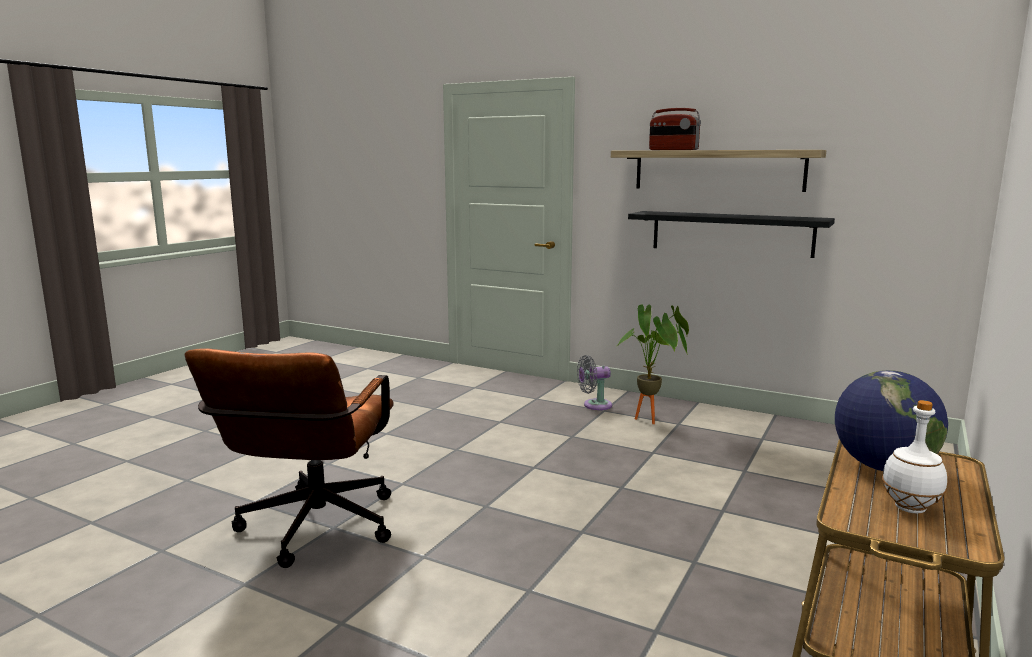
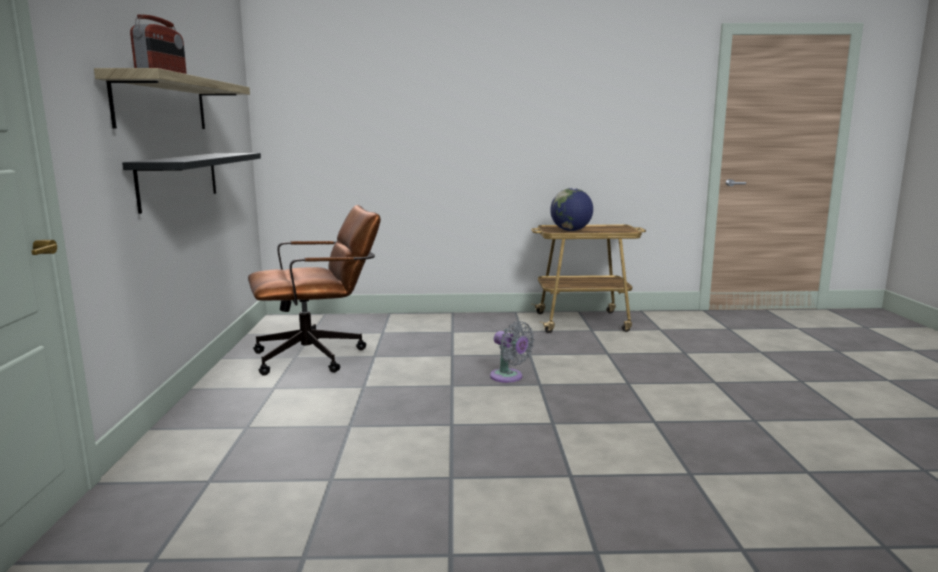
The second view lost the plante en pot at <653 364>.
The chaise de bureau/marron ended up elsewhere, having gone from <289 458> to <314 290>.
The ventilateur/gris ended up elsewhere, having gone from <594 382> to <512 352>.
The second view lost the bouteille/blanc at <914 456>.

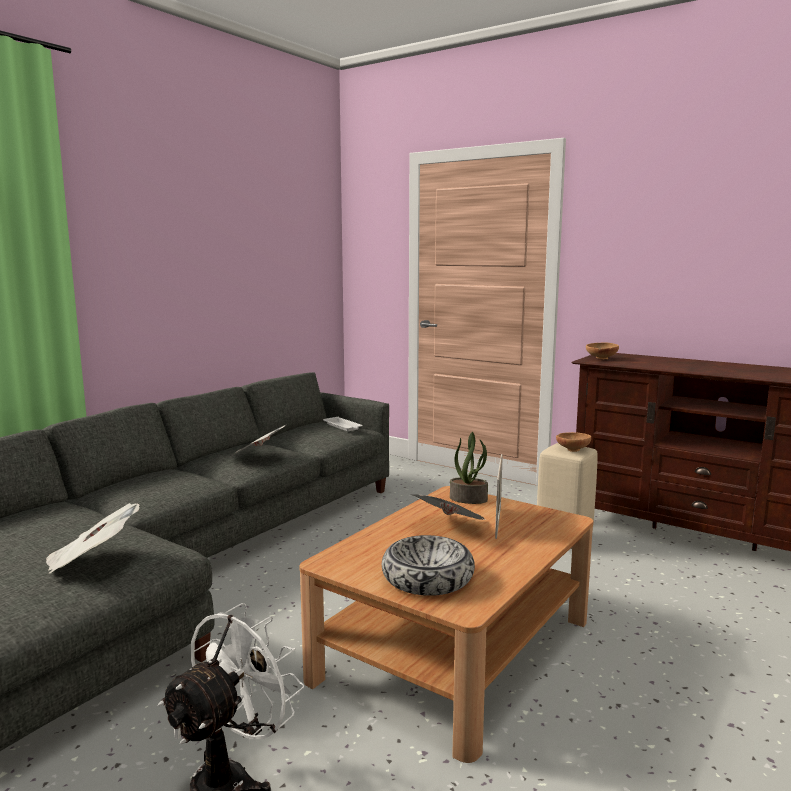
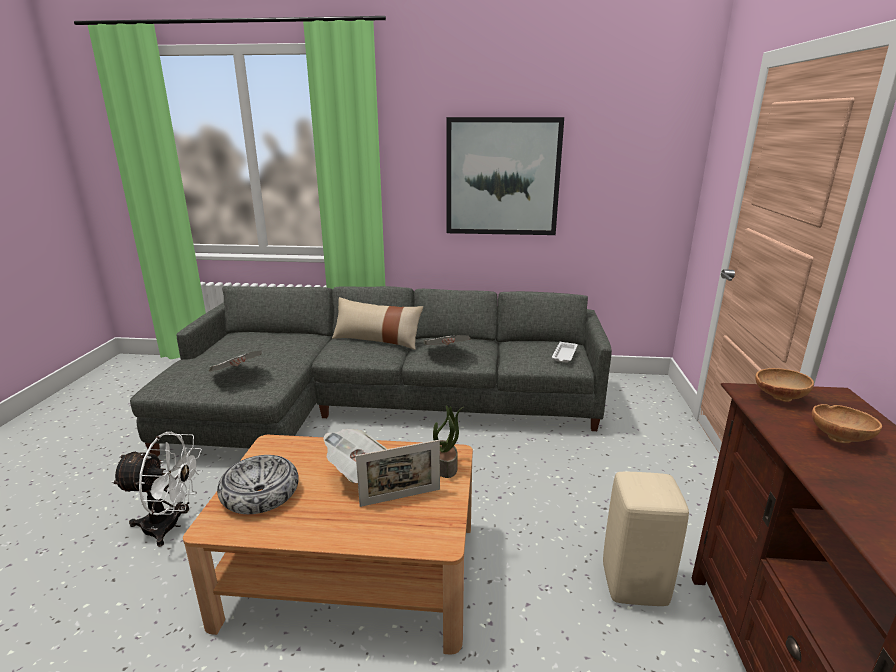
The bol/marron ended up elsewhere, having gone from <573 442> to <847 423>.
The second view gained the tableau at <505 176>.
The second view gained the coussin/beige at <377 323>.

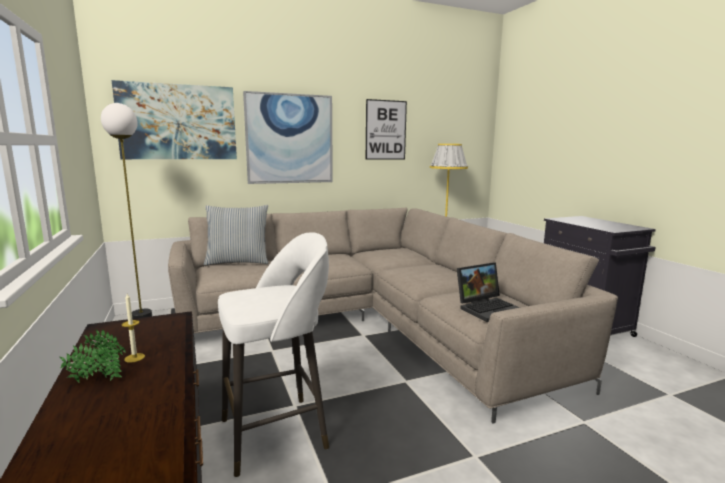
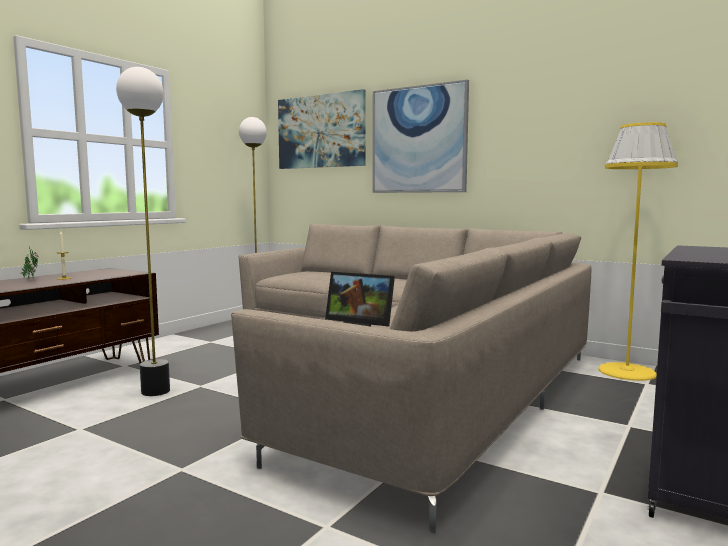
The second view lost the tableau at <386 129>.
The second view lost the coussin at <236 235>.
Where the tabouret/blanc stood at <273 354>, the lampadaire came to stand at <143 231>.

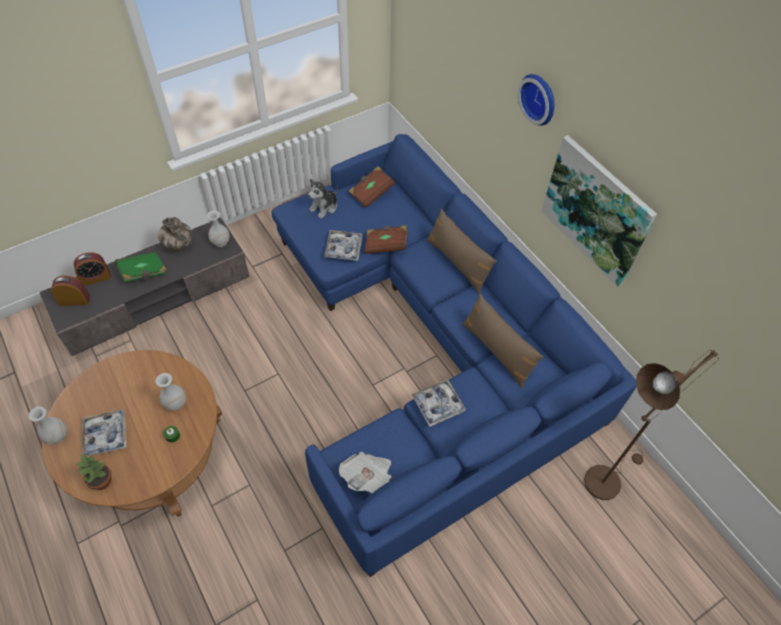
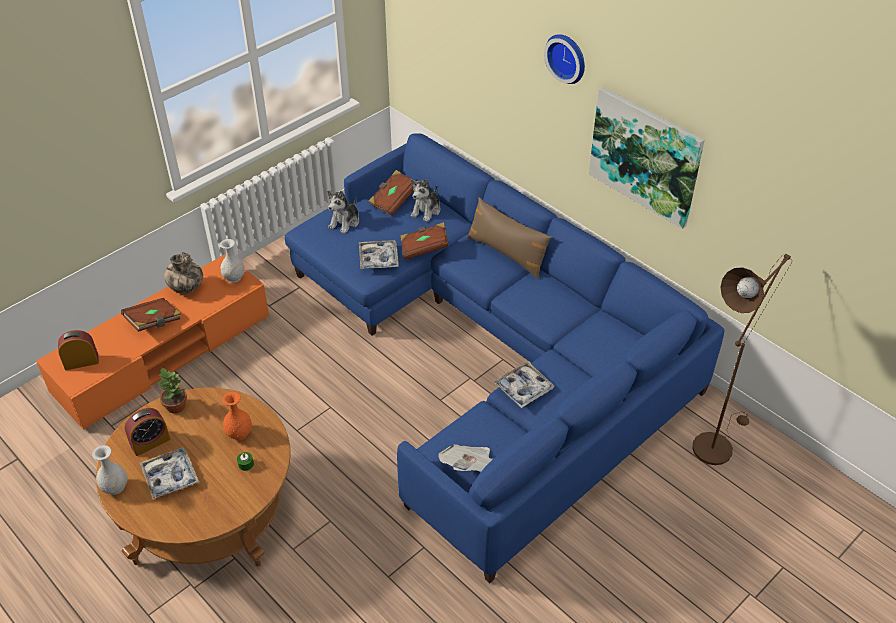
What was the meuble télé/gris at <144 287> turned into the meuble télé/orange at <152 342>.
The réveil ended up elsewhere, having gone from <92 269> to <147 432>.
What was the livre/vert at <141 267> turned into the livre/marron at <151 315>.
The second view lost the coussin/marron at <503 341>.
What was the vase/blanc at <171 392> turned into the vase/orange at <237 416>.
The plante en pot ended up elsewhere, having gone from <93 471> to <172 390>.
The second view gained the peluche at <426 200>.

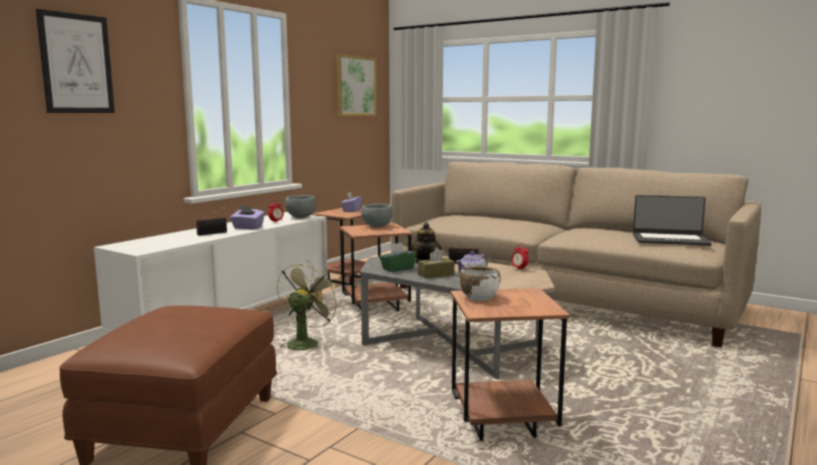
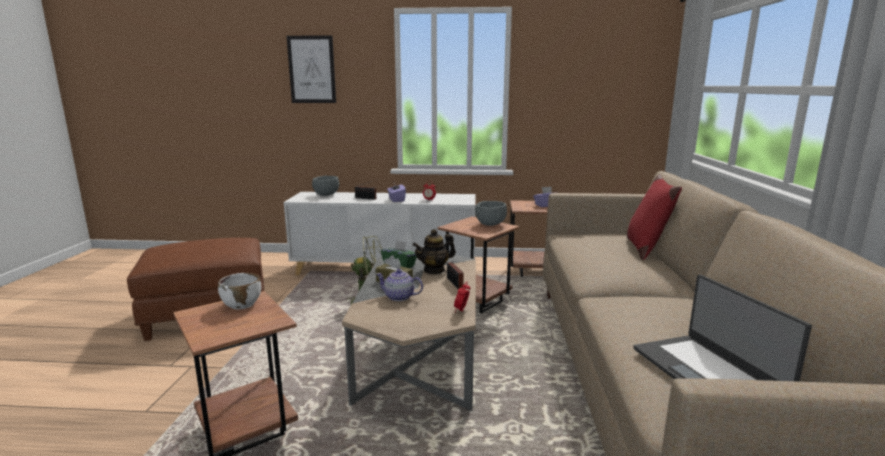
The second view lost the tableau at <356 85>.
The bol/gris ended up elsewhere, having gone from <300 206> to <325 186>.
The second view gained the coussin/rouge at <654 217>.

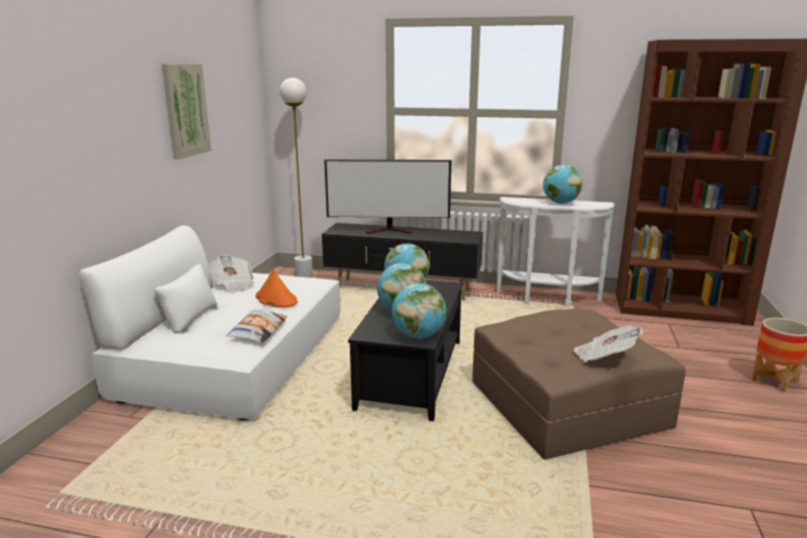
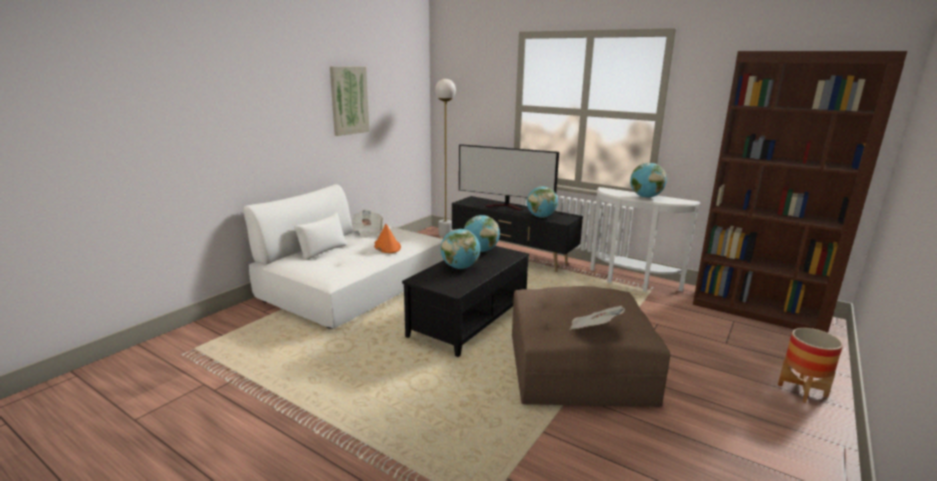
The globe ended up elsewhere, having gone from <419 311> to <542 202>.
The second view lost the coussin at <257 326>.

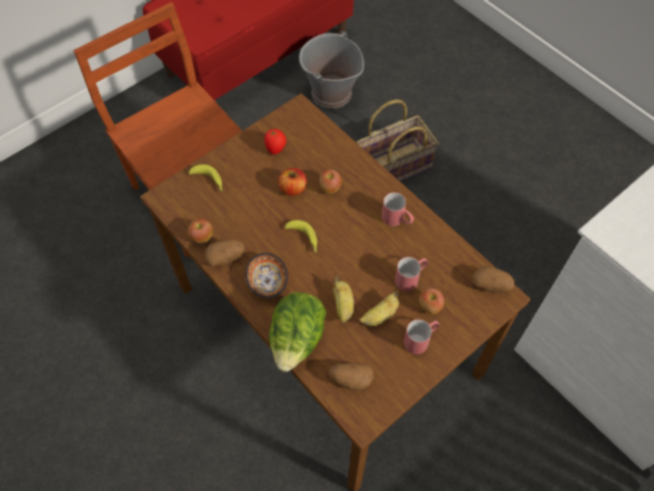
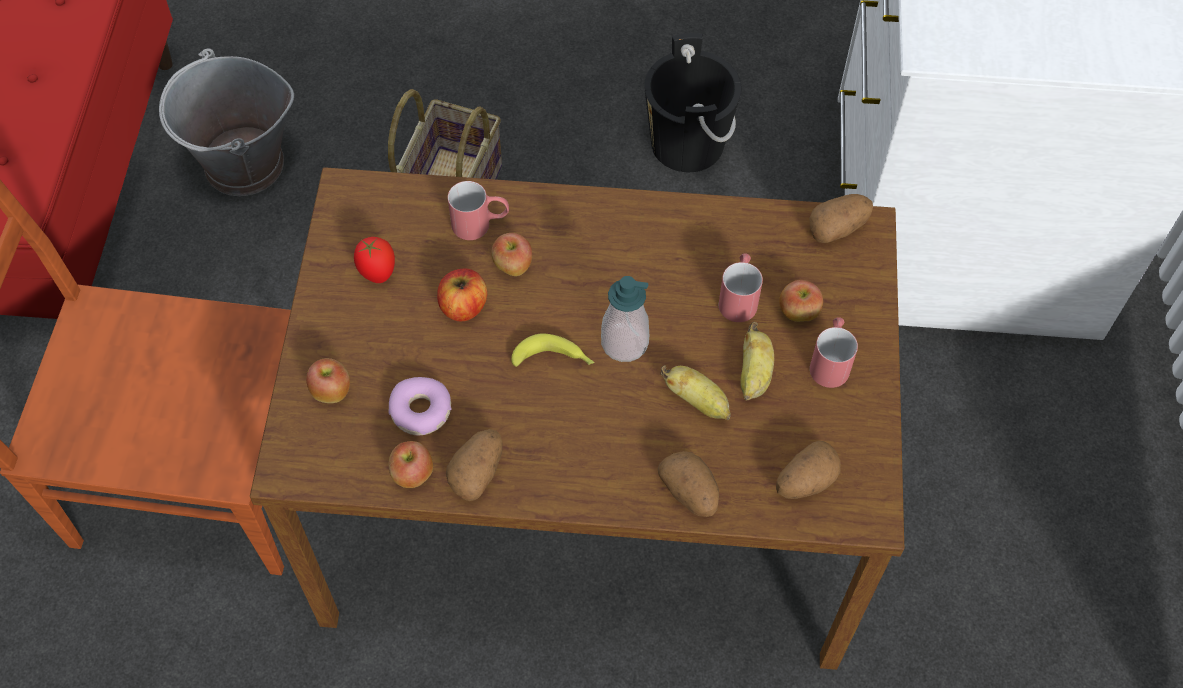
Where the banane stood at <206 177>, the pomme came to stand at <328 380>.
The mug/rouge ended up elsewhere, having gone from <398 209> to <478 210>.
The second view lost the bol at <266 276>.
Where the laitue stood at <297 332>, the pomme de terre came to stand at <688 484>.
The second view gained the seau/noir at <693 102>.
The second view gained the distributeur de savon at <625 319>.
The second view gained the beignet at <420 406>.

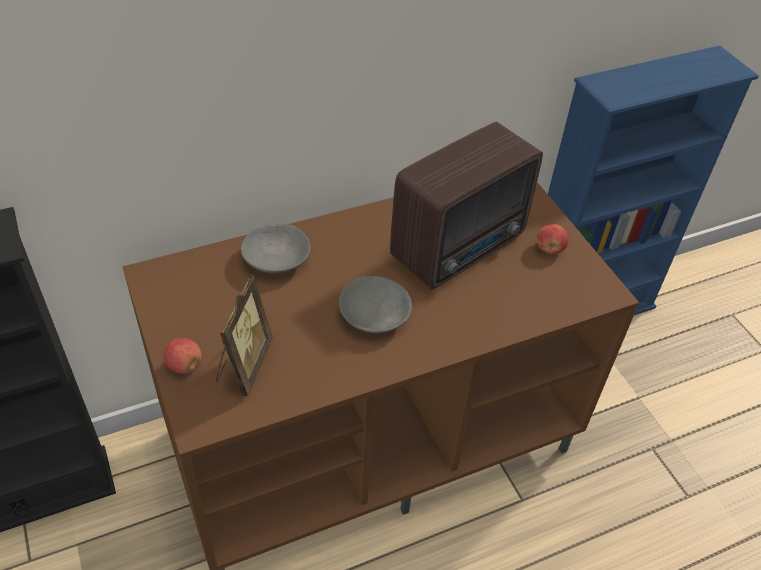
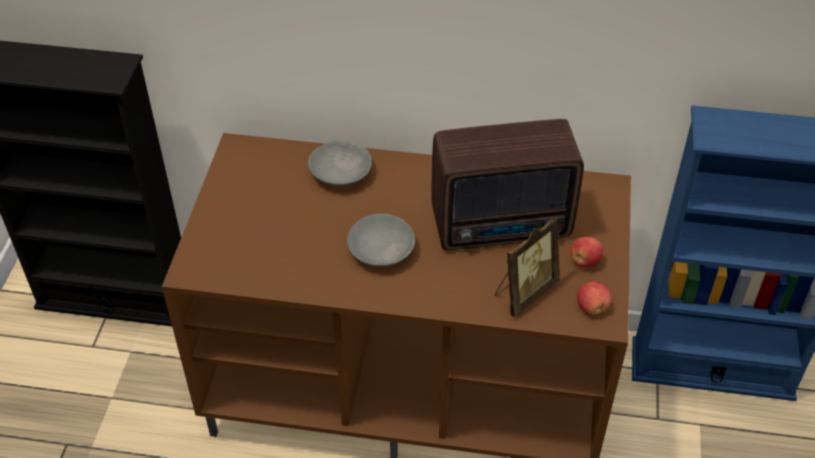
The cadre photo ended up elsewhere, having gone from <244 335> to <527 266>.
The pomme ended up elsewhere, having gone from <182 356> to <594 298>.

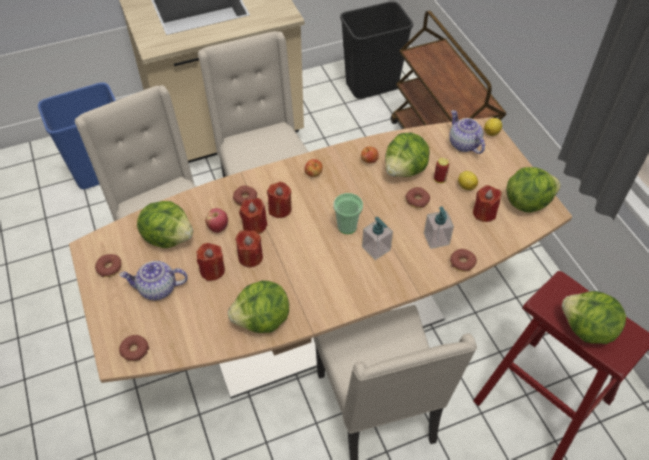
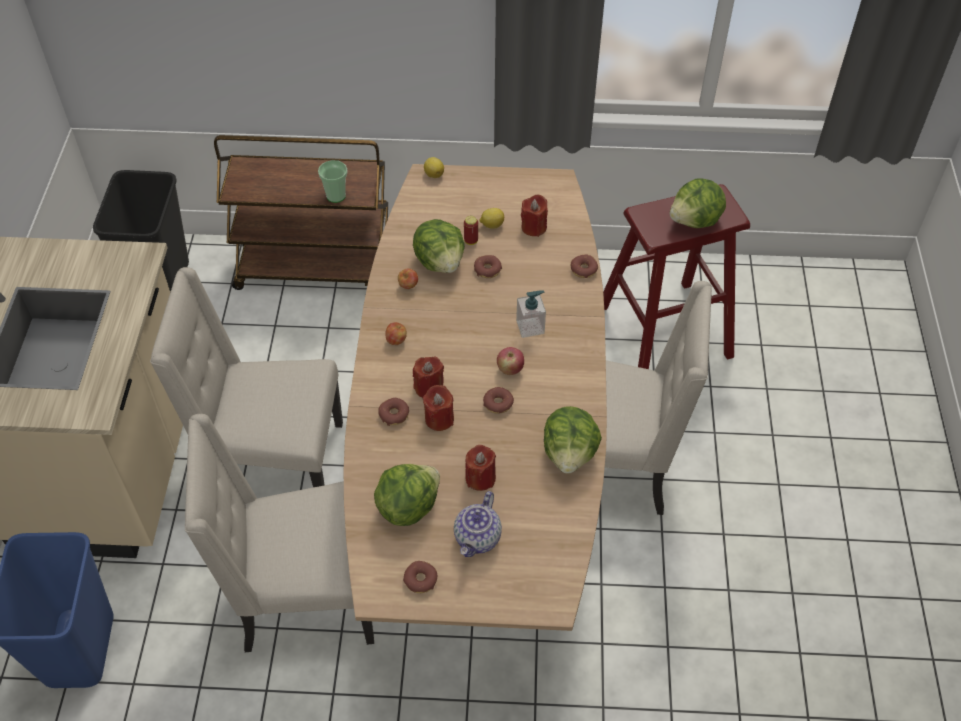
The second view lost the théière at <467 132>.
The second view lost the laitue at <533 190>.
The tasse ended up elsewhere, having gone from <348 213> to <333 181>.
The second view lost the distributeur de savon at <439 227>.
The pomme ended up elsewhere, having gone from <216 220> to <510 361>.
The second view lost the bougie/rouge at <249 249>.
The beignet ended up elsewhere, having gone from <134 348> to <498 400>.

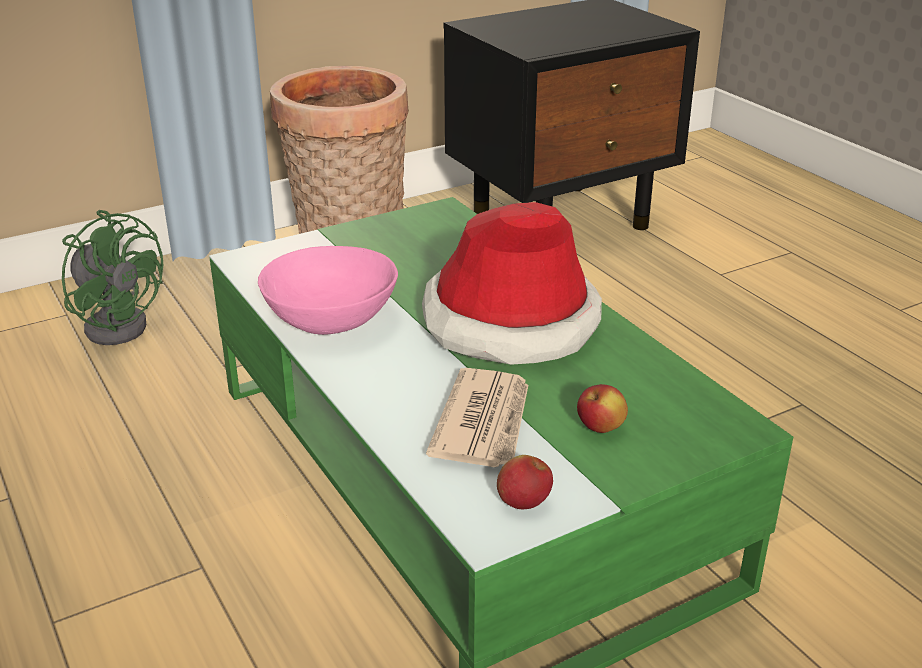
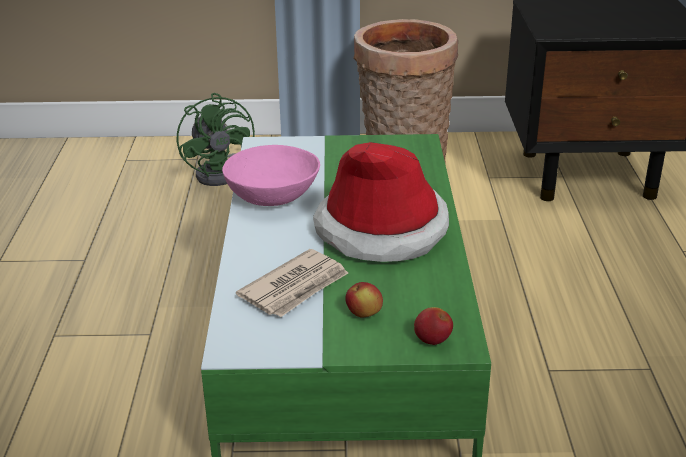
The pomme ended up elsewhere, having gone from <525 482> to <433 326>.

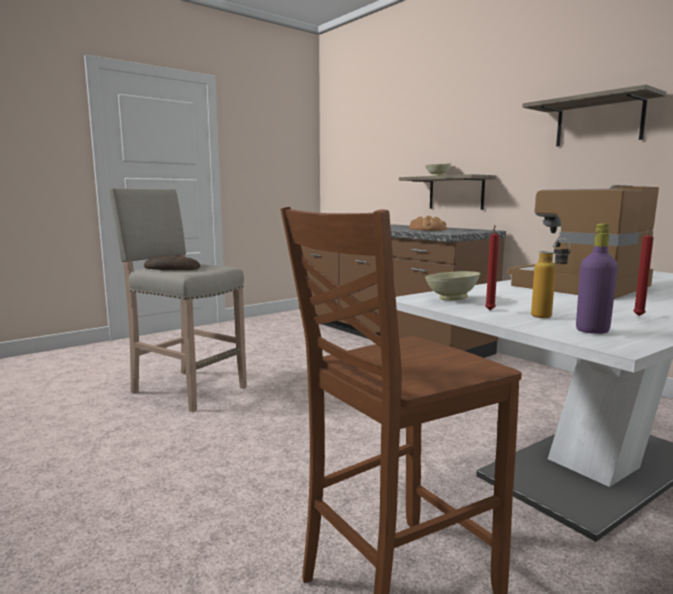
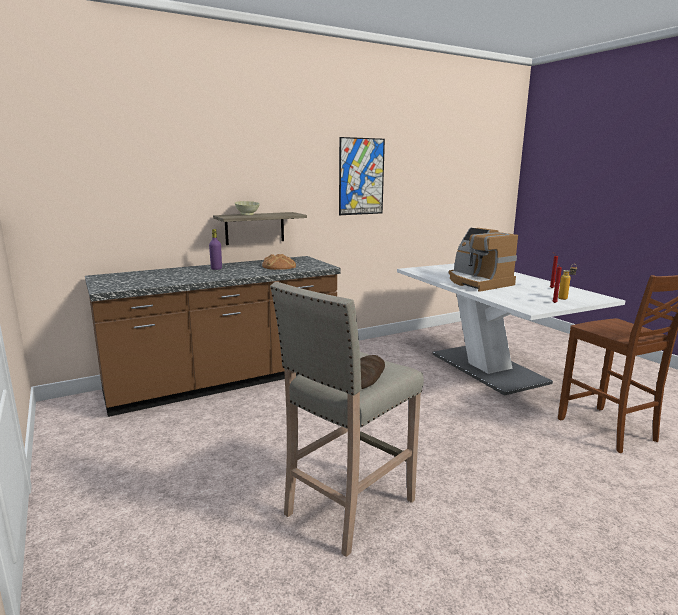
Where the étagère hung at <594 115>, the tableau came to hang at <362 176>.
The bouteille/violet ended up elsewhere, having gone from <597 278> to <215 249>.
The second view lost the bol/beige at <452 285>.

